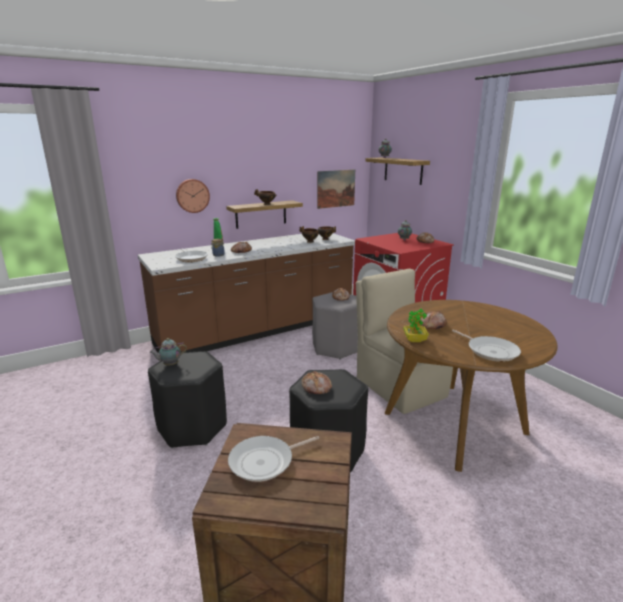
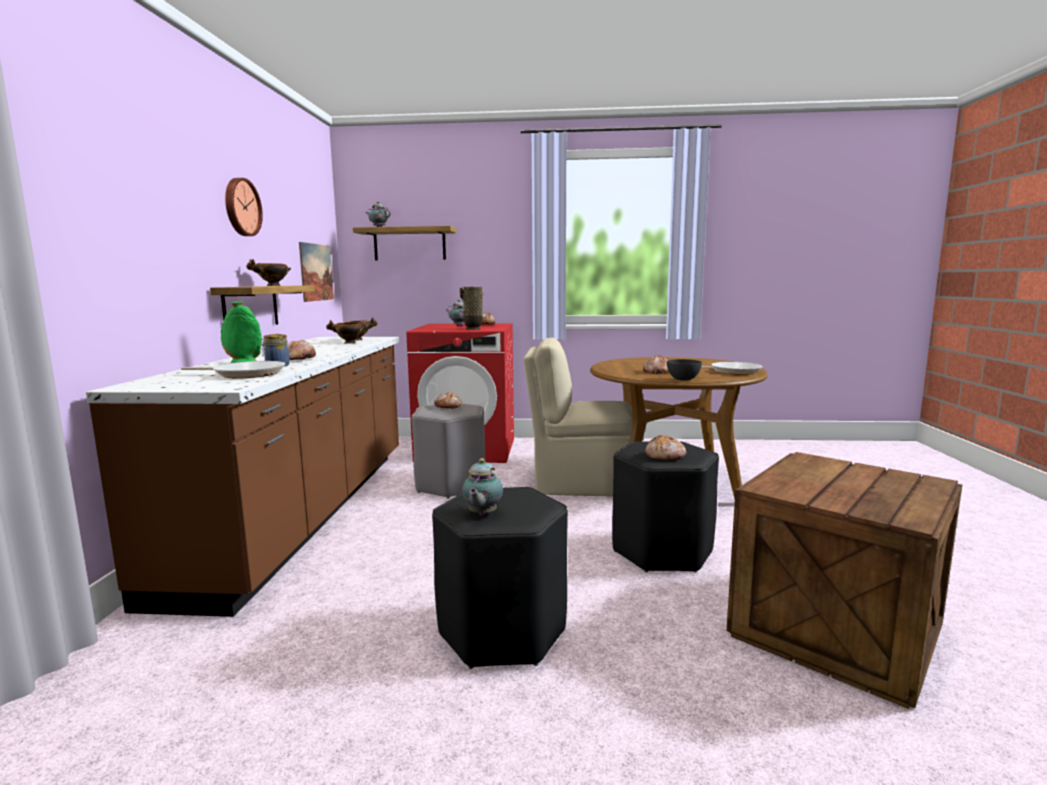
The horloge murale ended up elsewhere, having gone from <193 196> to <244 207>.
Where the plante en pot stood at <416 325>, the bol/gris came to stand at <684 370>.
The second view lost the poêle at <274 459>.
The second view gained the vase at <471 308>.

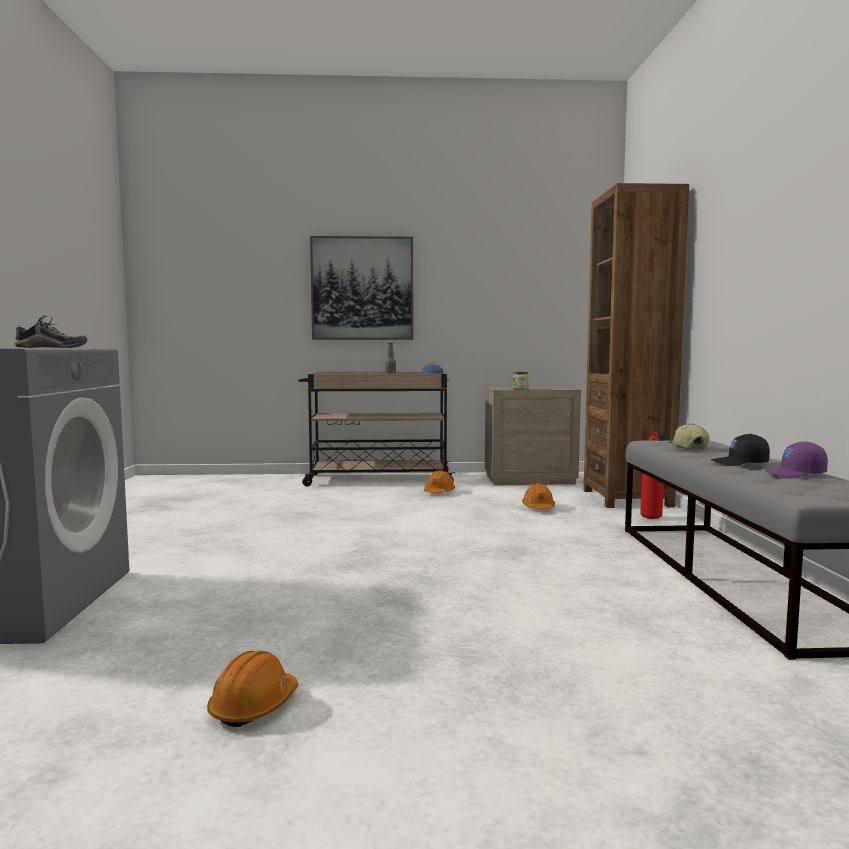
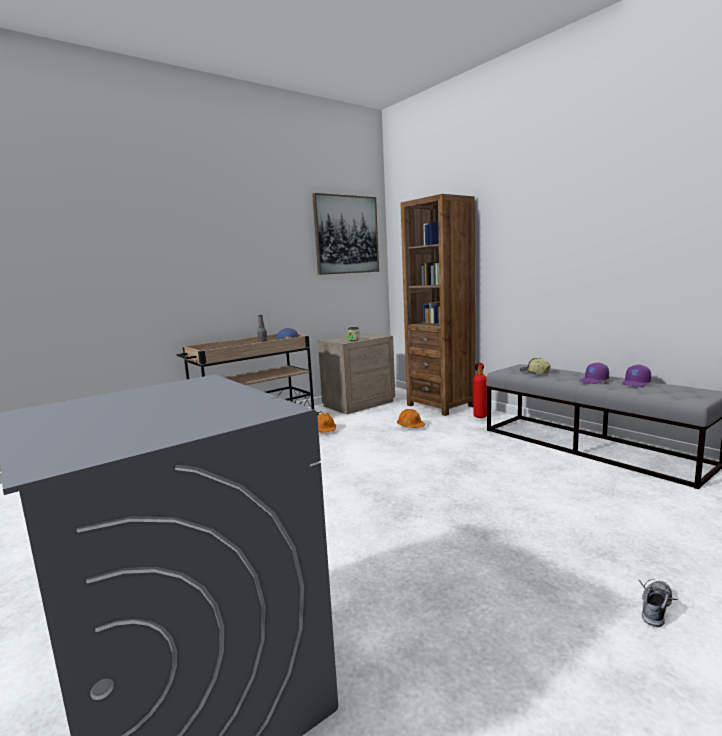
The tableau ended up elsewhere, having gone from <361 288> to <345 234>.
The chaussure ended up elsewhere, having gone from <50 331> to <658 603>.
What was the casquette/noir at <740 450> turned into the casquette/violet at <594 373>.
The second view lost the casque de chantier/orange at <252 688>.

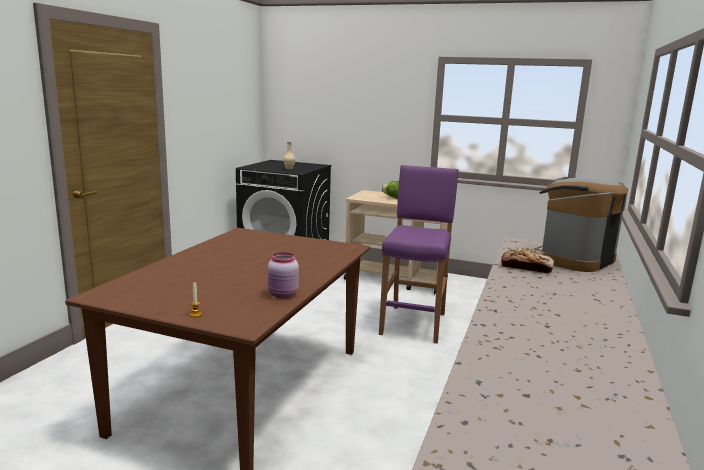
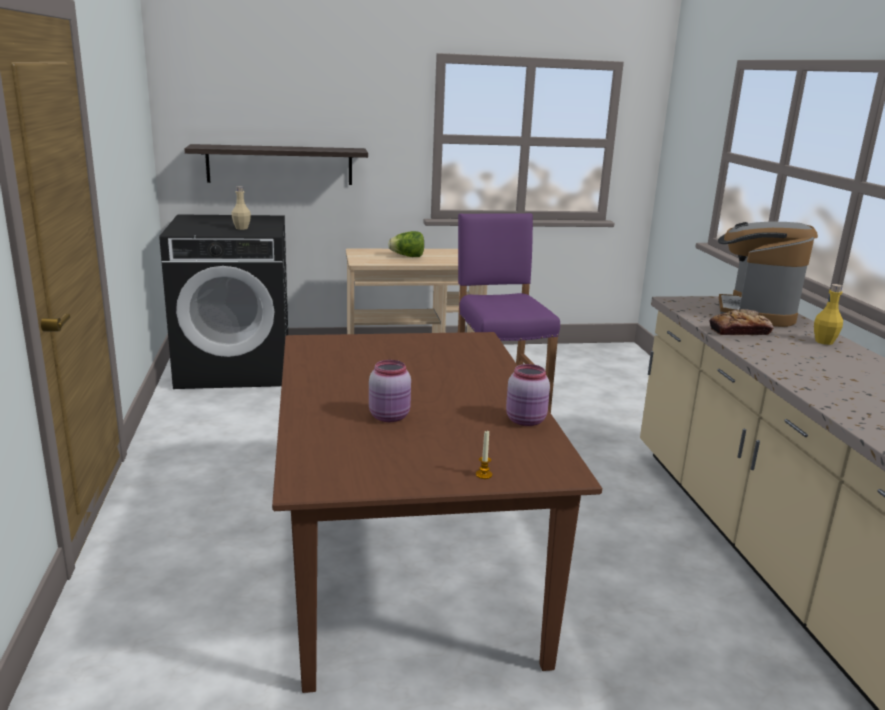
The second view gained the étagère at <276 164>.
The second view gained the bouteille/jaune at <828 314>.
The second view gained the bocal/rose at <390 391>.

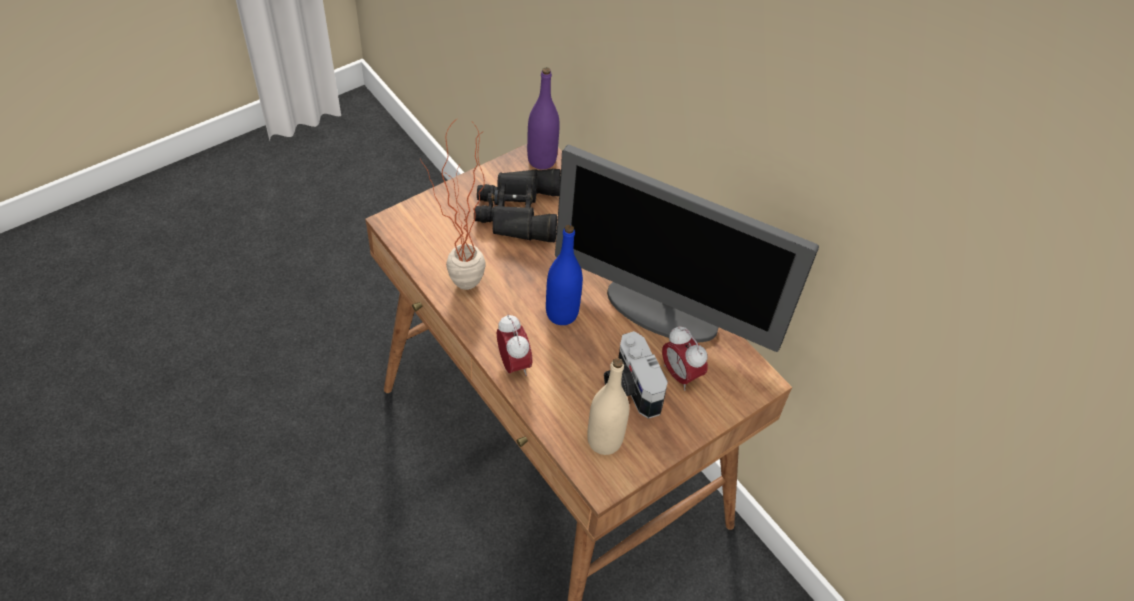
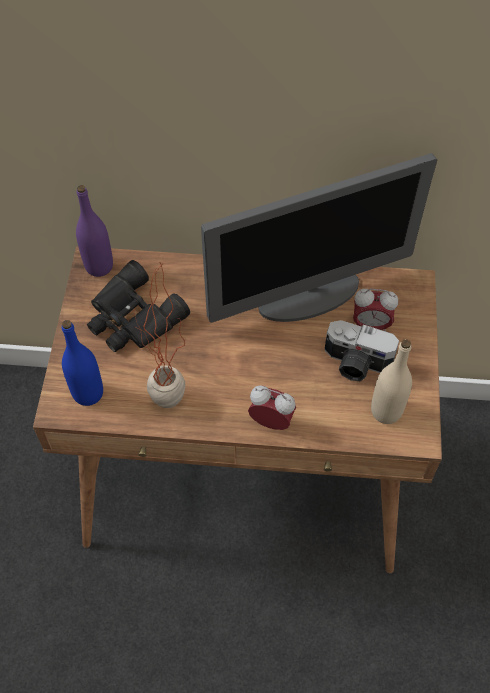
The bouteille/bleu ended up elsewhere, having gone from <564 275> to <82 363>.

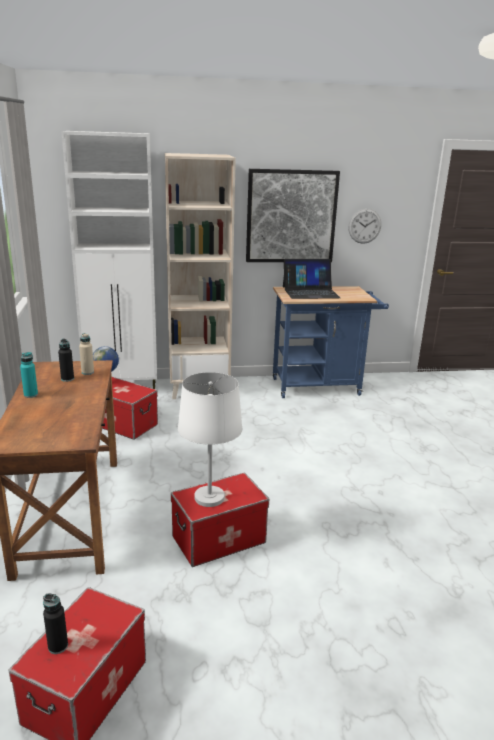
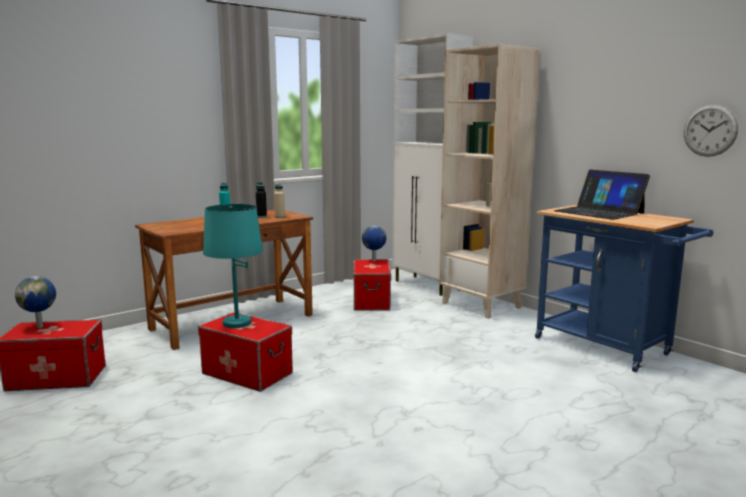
The second view lost the tableau at <293 215>.
What was the lampe de table/blanc at <210 439> turned into the lampe de table/turquoise at <233 266>.
Where the bouteille/noir stood at <55 623>, the globe came to stand at <35 302>.

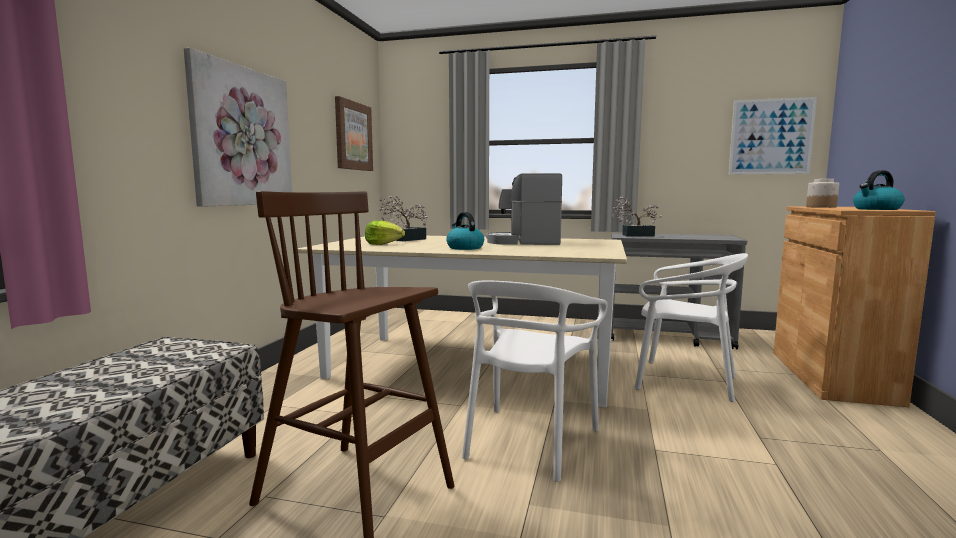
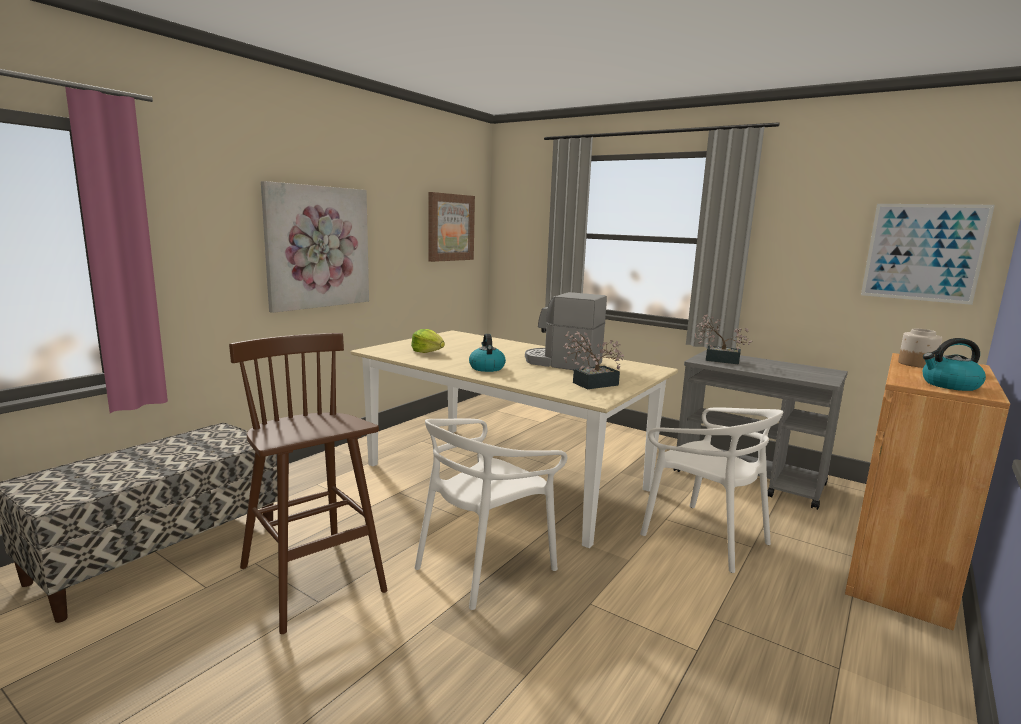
The plante en pot ended up elsewhere, having gone from <403 218> to <593 360>.

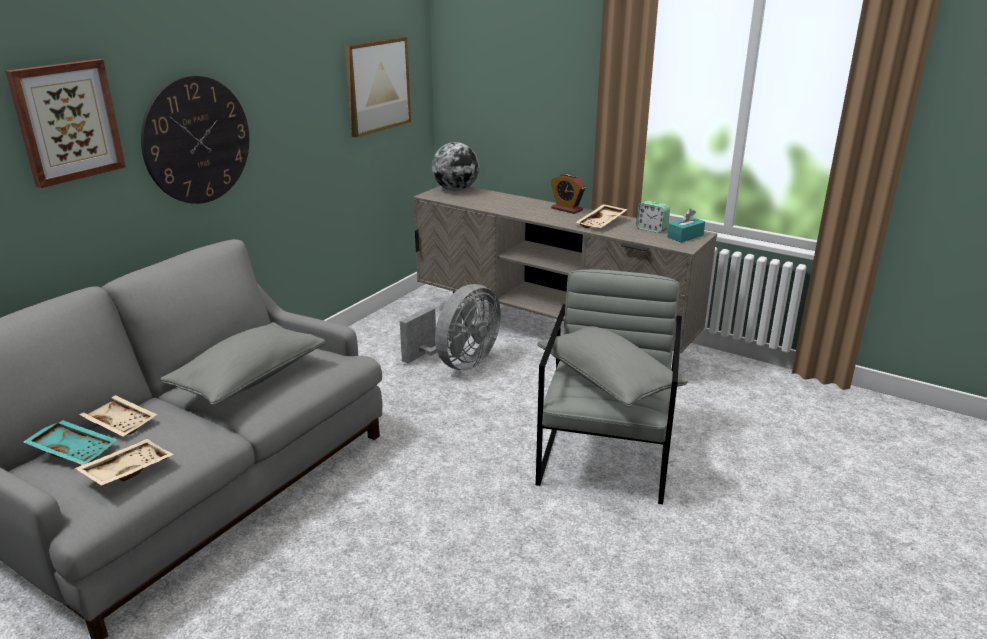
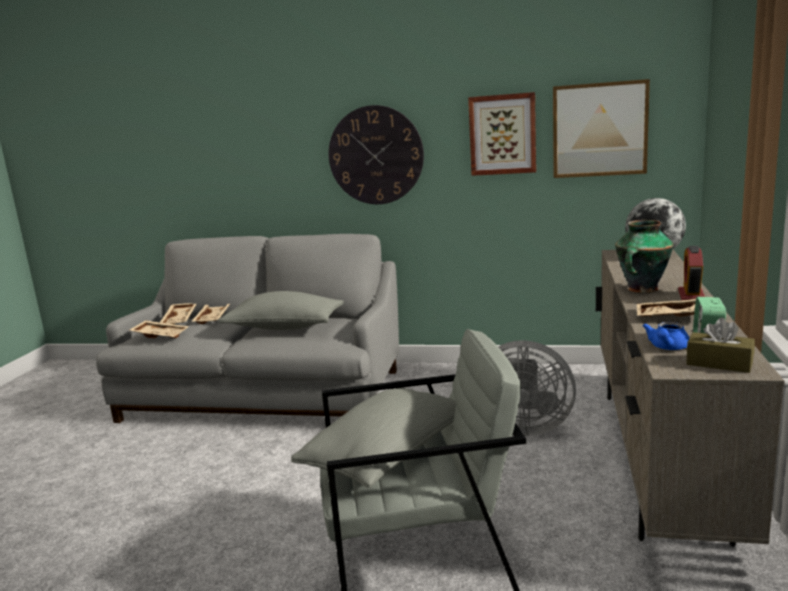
The tableau ended up elsewhere, having gone from <66 123> to <502 134>.
What was the boîte à mouchoirs/turquoise at <686 225> turned into the boîte à mouchoirs/marron at <720 345>.
What was the plateau/turquoise at <70 442> turned into the plateau/beige at <178 313>.
The second view gained the vase at <644 256>.
The second view gained the théière/bleu at <665 336>.

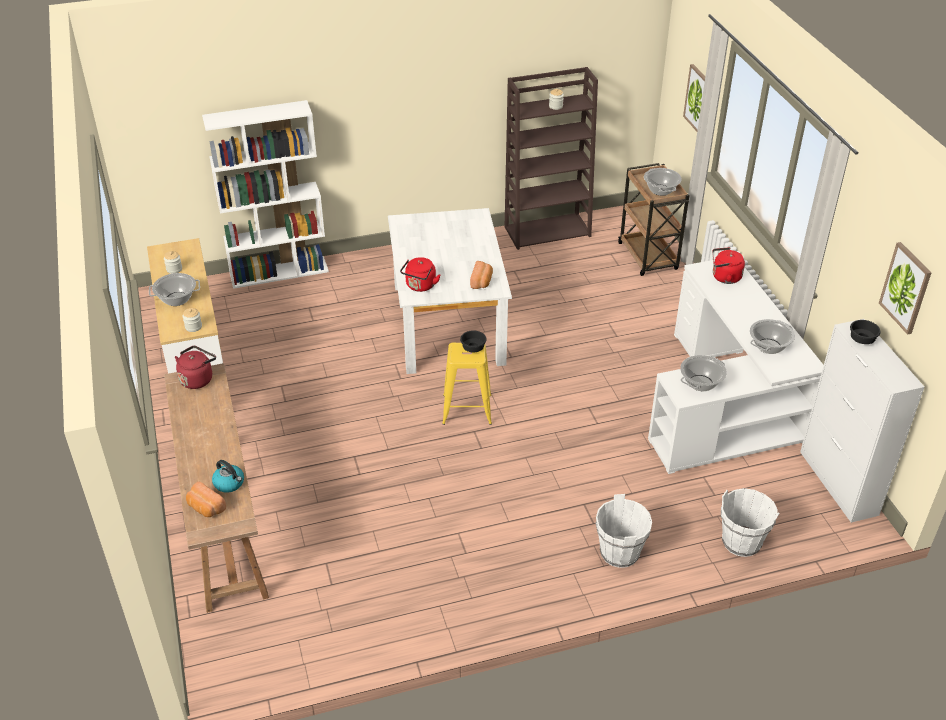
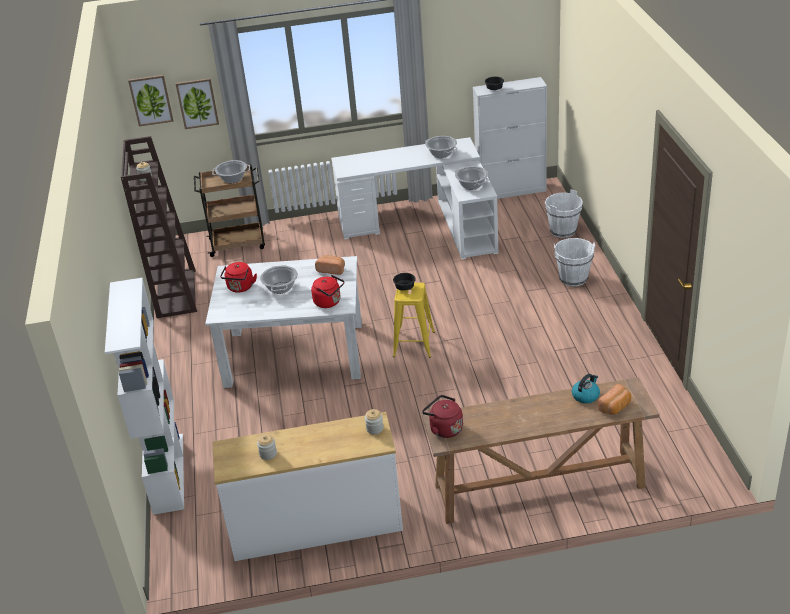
The tableau ended up elsewhere, having gone from <905 288> to <150 100>.
The bouilloire/rouge ended up elsewhere, having gone from <729 265> to <238 277>.
The marmite ended up elsewhere, having gone from <174 289> to <279 279>.

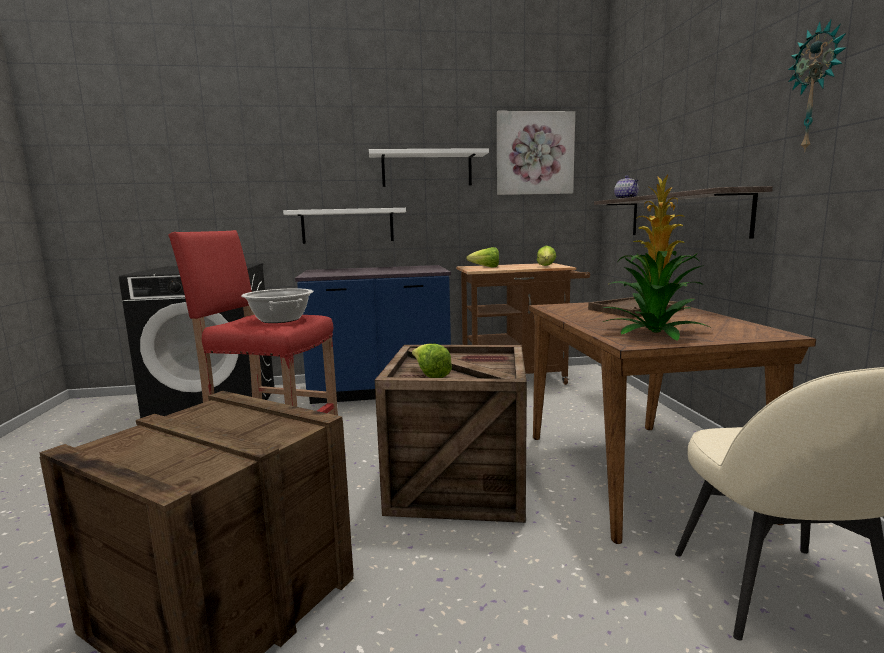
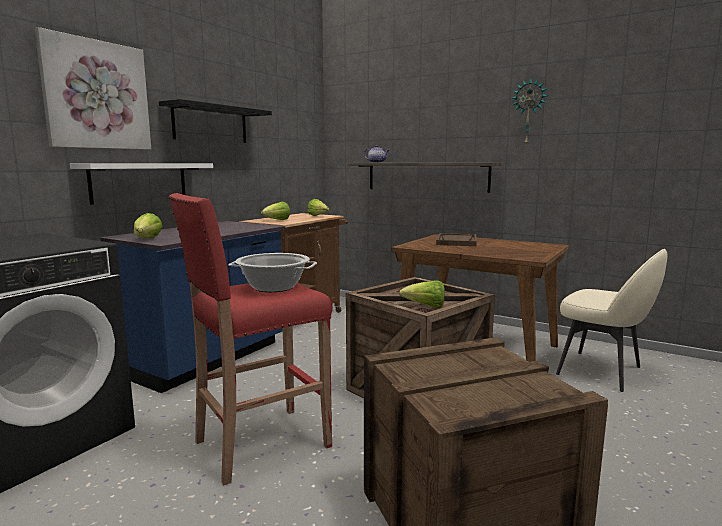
The tableau ended up elsewhere, having gone from <536 153> to <93 88>.
What was the étagère/blanc at <429 167> turned into the étagère/noir at <215 121>.
The second view lost the plante en pot at <657 258>.
The second view gained the laitue at <148 225>.

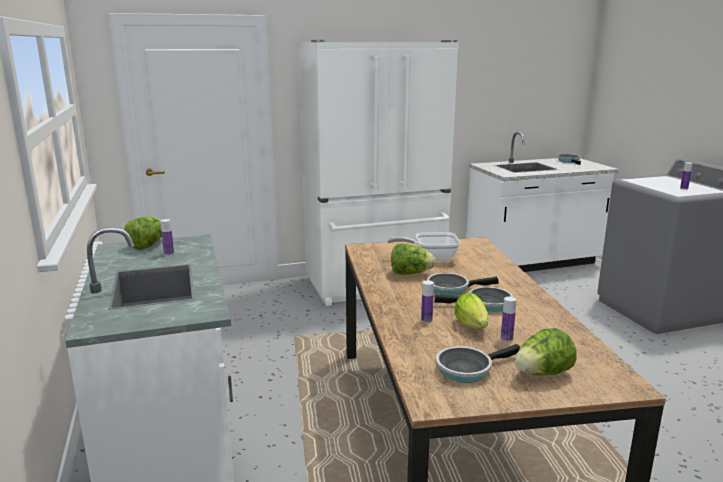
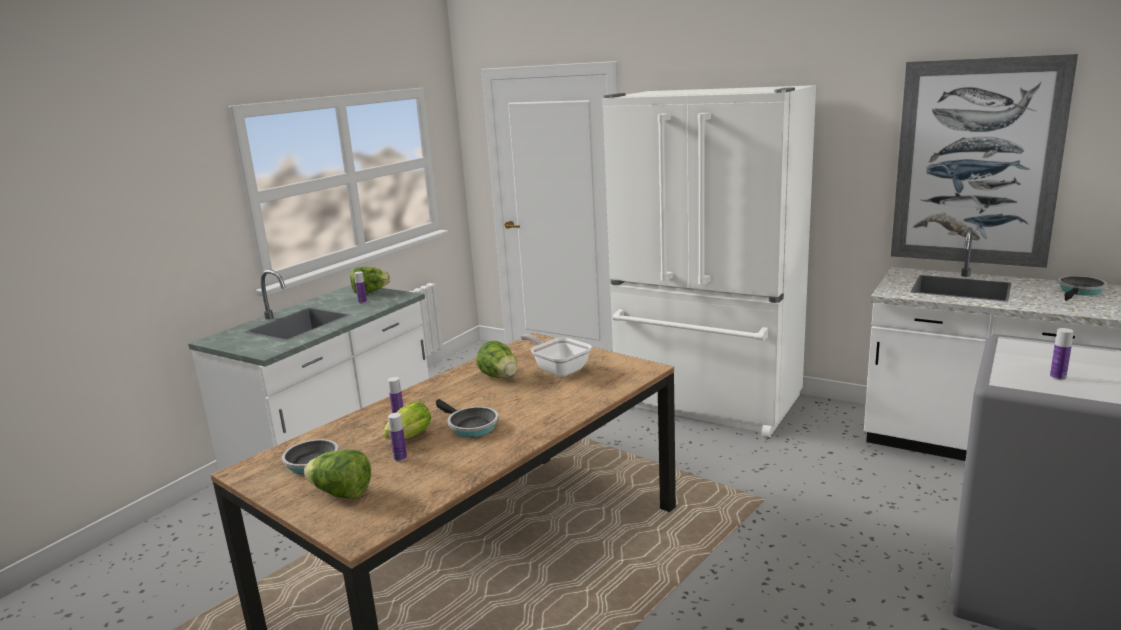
The second view lost the poêle at <462 284>.
The second view gained the tableau at <984 161>.

